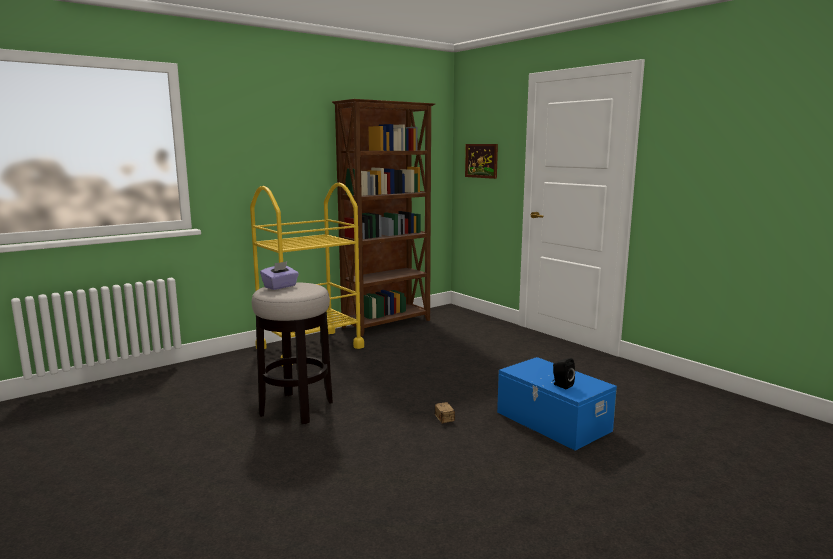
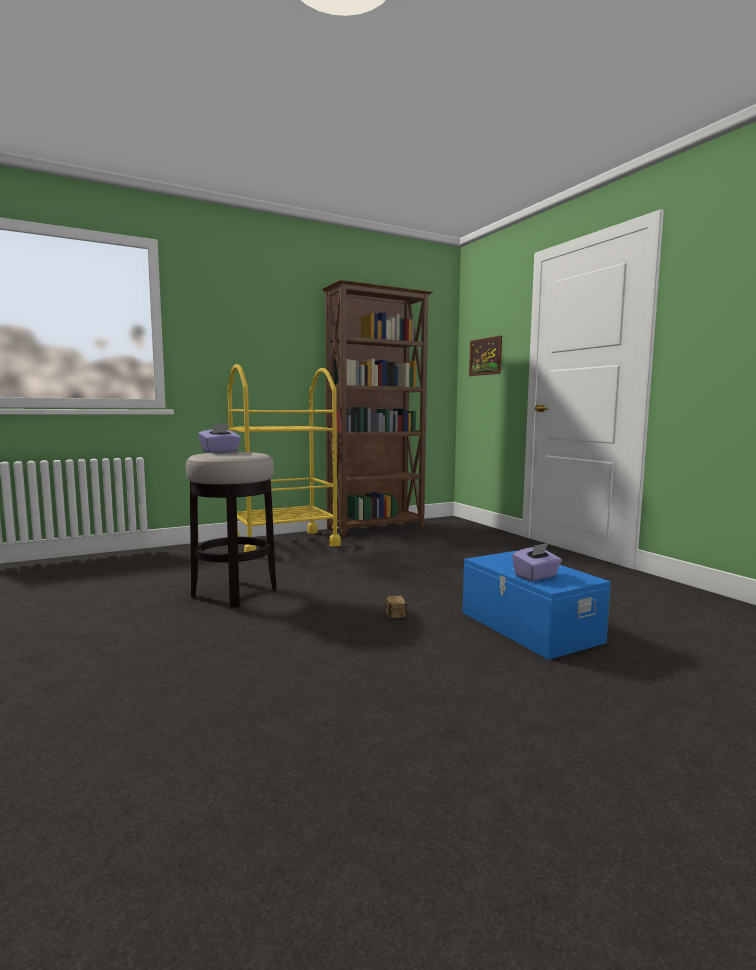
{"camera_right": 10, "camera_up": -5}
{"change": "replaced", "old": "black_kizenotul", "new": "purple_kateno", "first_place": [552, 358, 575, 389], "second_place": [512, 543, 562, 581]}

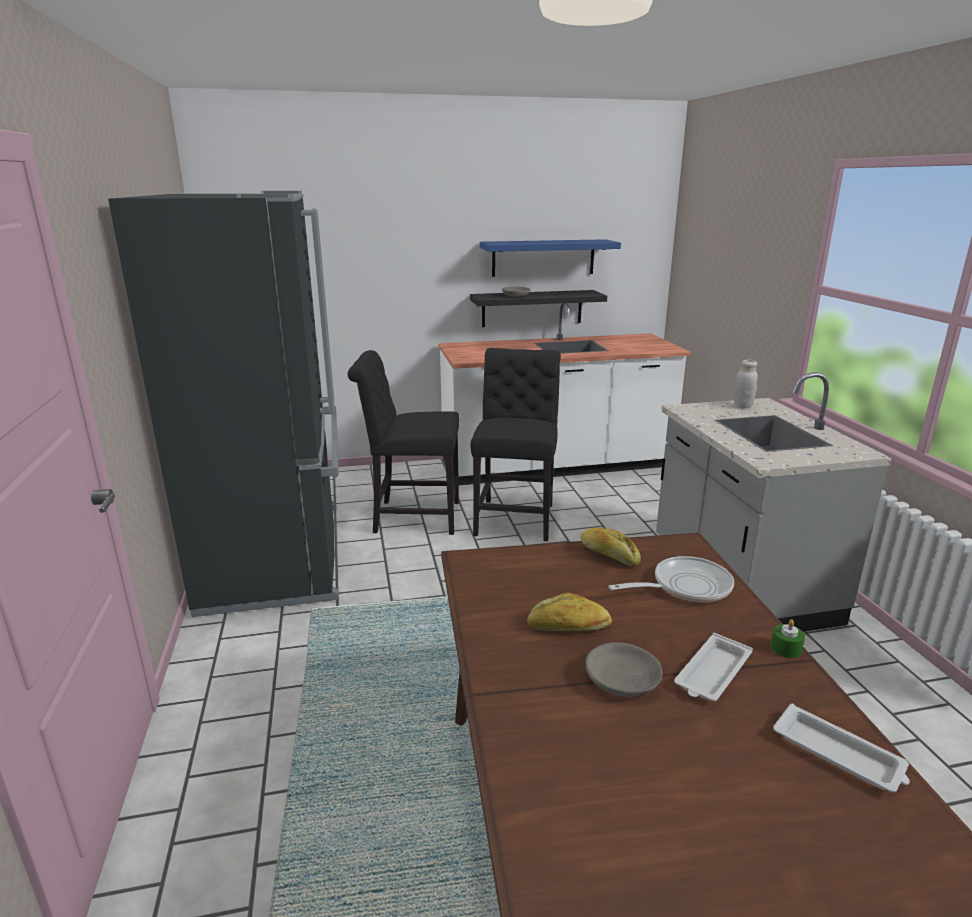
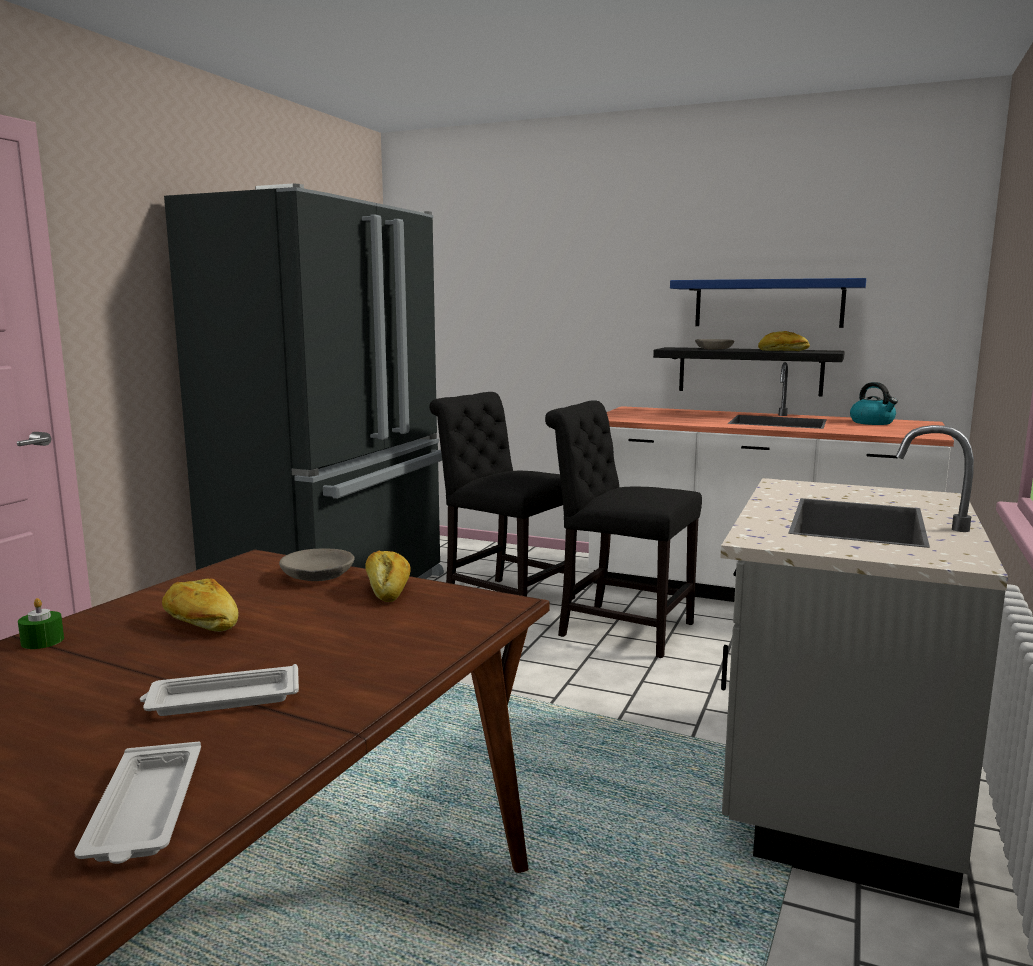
{"camera_right": 35, "camera_up": -10}
{"change": "turned", "old": "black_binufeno", "first_place": [470, 348, 561, 542], "second_place": [545, 400, 702, 658], "degrees": -105}
{"change": "removed", "old": "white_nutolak", "first_place": [733, 359, 758, 409]}
{"change": "removed", "old": "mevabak", "first_place": [608, 556, 734, 603]}
{"change": "moved", "old": "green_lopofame", "first_place": [771, 619, 805, 658], "second_place": [18, 598, 64, 649]}
{"change": "moved", "old": "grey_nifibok", "first_place": [585, 642, 663, 697], "second_place": [279, 549, 354, 581]}
{"change": "added", "new": "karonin", "second_place": [758, 331, 810, 351]}
{"change": "added", "new": "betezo", "second_place": [850, 382, 898, 425]}

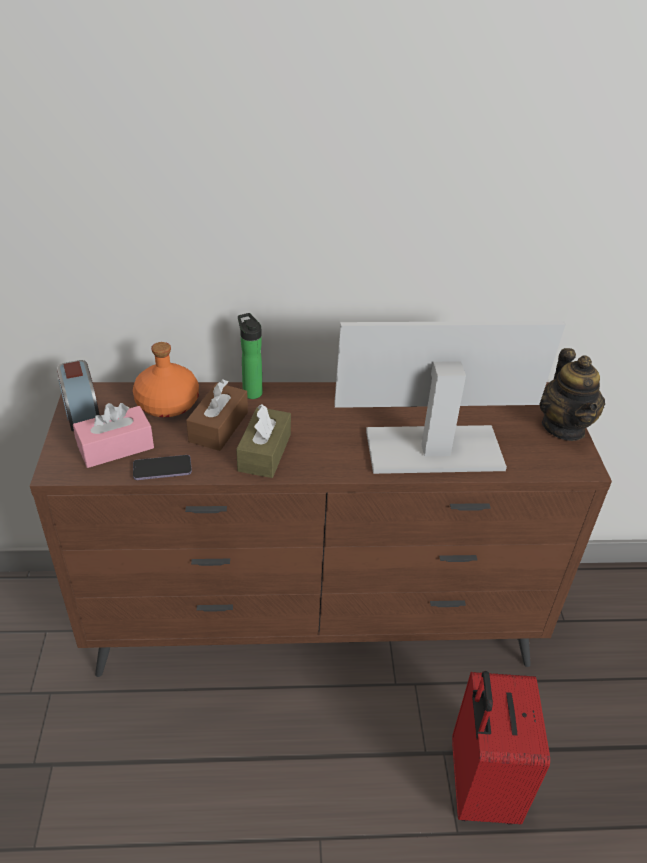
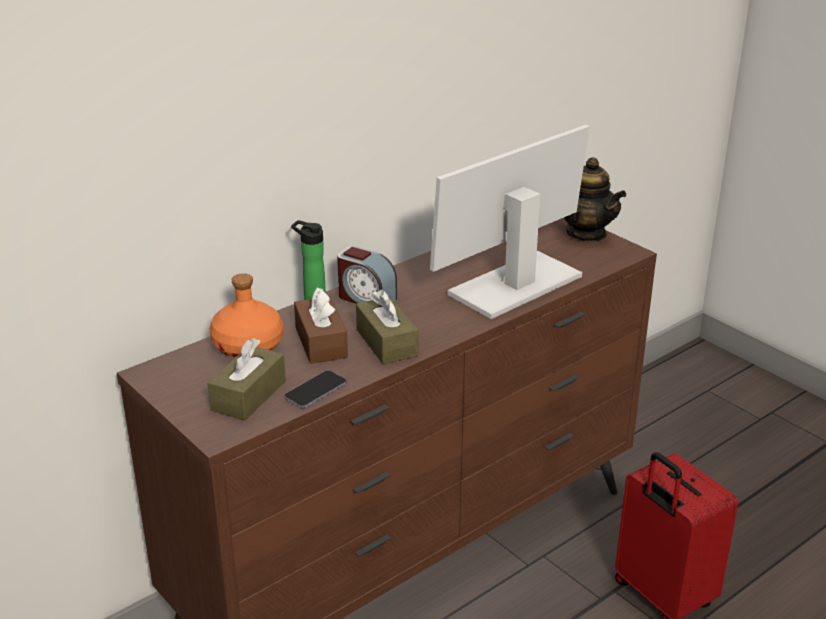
{"camera_right": -35, "camera_up": -10}
{"change": "moved", "old": "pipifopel", "first_place": [57, 360, 100, 431], "second_place": [337, 246, 397, 304]}
{"change": "recoloured", "old": "pink_kateno", "new": "brown_kateno", "first_place": [73, 403, 154, 468], "second_place": [208, 338, 286, 421]}

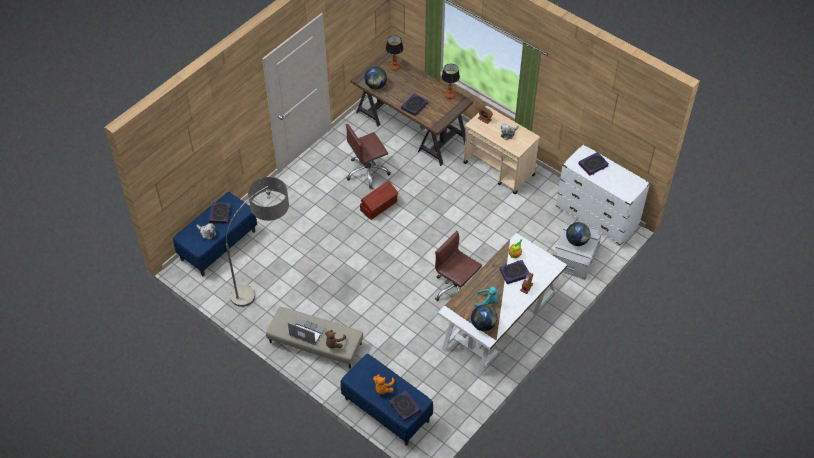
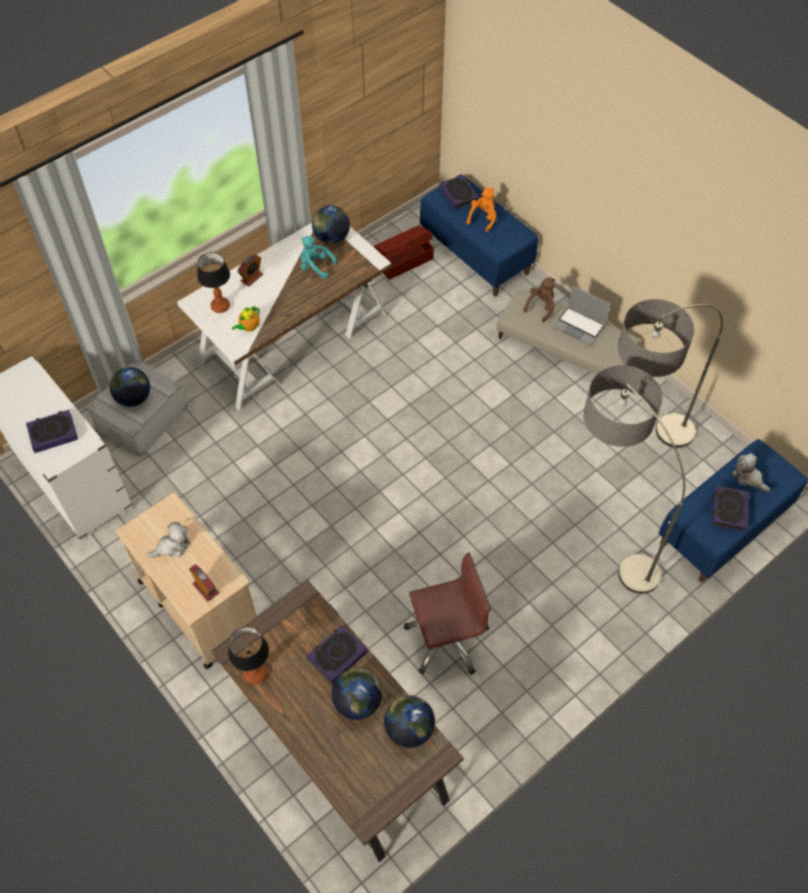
{"camera_right": -170, "camera_up": 5}
{"change": "moved", "old": "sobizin", "first_place": [386, 35, 403, 71], "second_place": [197, 252, 230, 313]}
{"change": "moved", "old": "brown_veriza", "first_place": [360, 180, 398, 220], "second_place": [374, 225, 434, 280]}
{"change": "removed", "old": "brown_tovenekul", "first_place": [435, 231, 482, 301]}
{"change": "removed", "old": "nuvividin", "first_place": [499, 260, 529, 284]}
{"change": "added", "new": "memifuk", "second_place": [584, 365, 685, 594]}
{"change": "added", "new": "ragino", "second_place": [332, 668, 382, 720]}

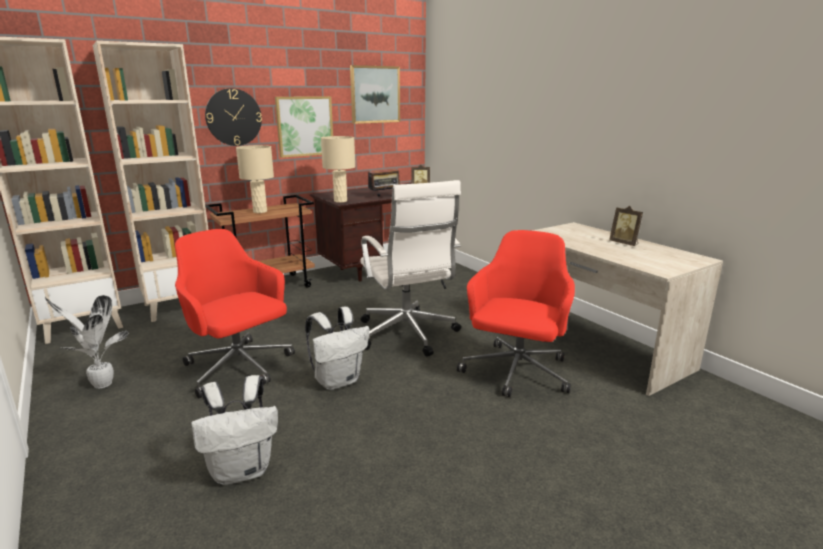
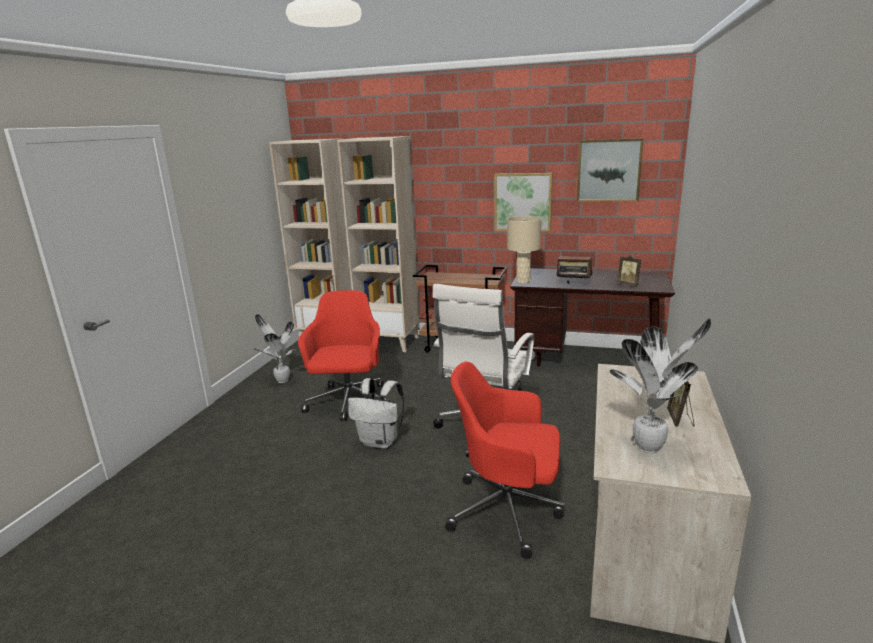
{"camera_right": 50, "camera_up": 0}
{"change": "removed", "old": "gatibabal", "first_place": [205, 88, 262, 146]}
{"change": "removed", "old": "beige_sobizin", "first_place": [236, 145, 274, 213]}
{"change": "turned", "old": "red_tovenekul", "first_place": [457, 230, 575, 397], "second_place": [445, 362, 565, 559], "degrees": -150}
{"change": "removed", "old": "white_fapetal", "first_place": [191, 375, 278, 485]}
{"change": "added", "new": "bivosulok", "second_place": [610, 319, 711, 453]}

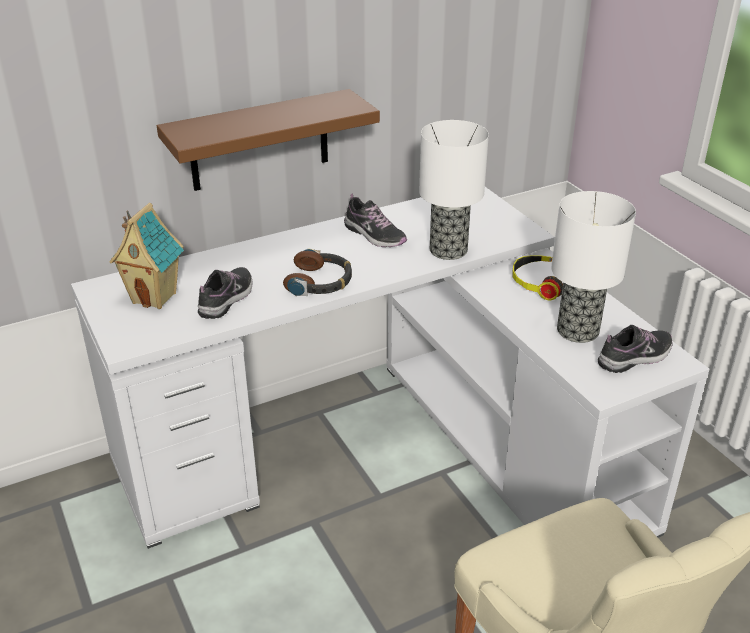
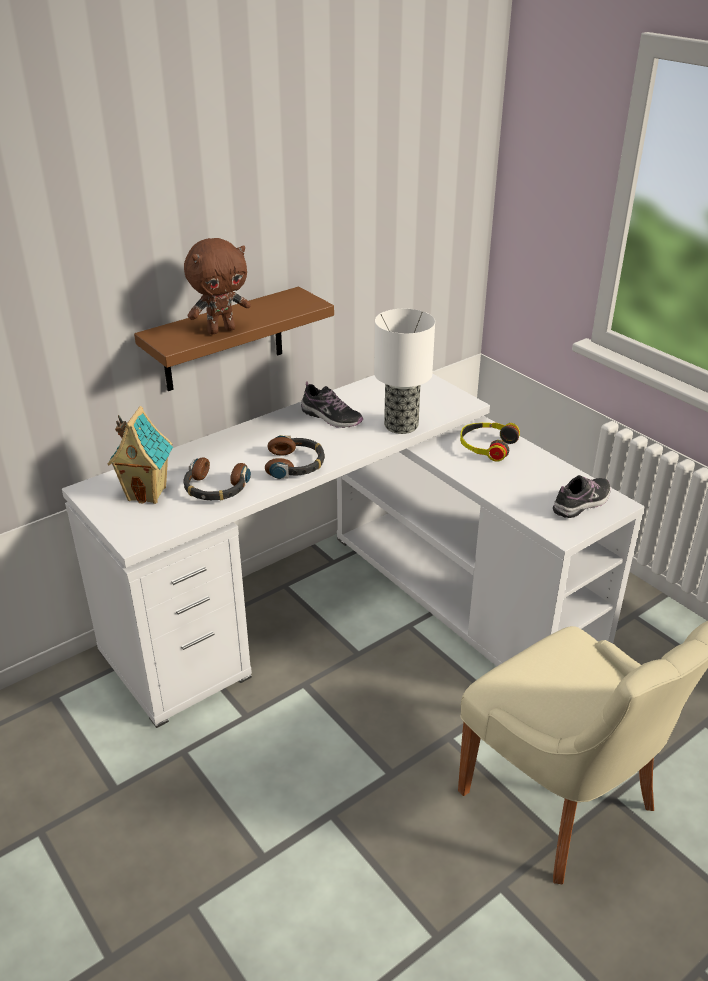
{"camera_right": -10, "camera_up": 0}
{"change": "removed", "old": "sobizin", "first_place": [551, 191, 636, 343]}
{"change": "replaced", "old": "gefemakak", "new": "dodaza", "first_place": [198, 267, 252, 319], "second_place": [183, 458, 251, 501]}
{"change": "added", "new": "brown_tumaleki", "second_place": [184, 238, 251, 334]}

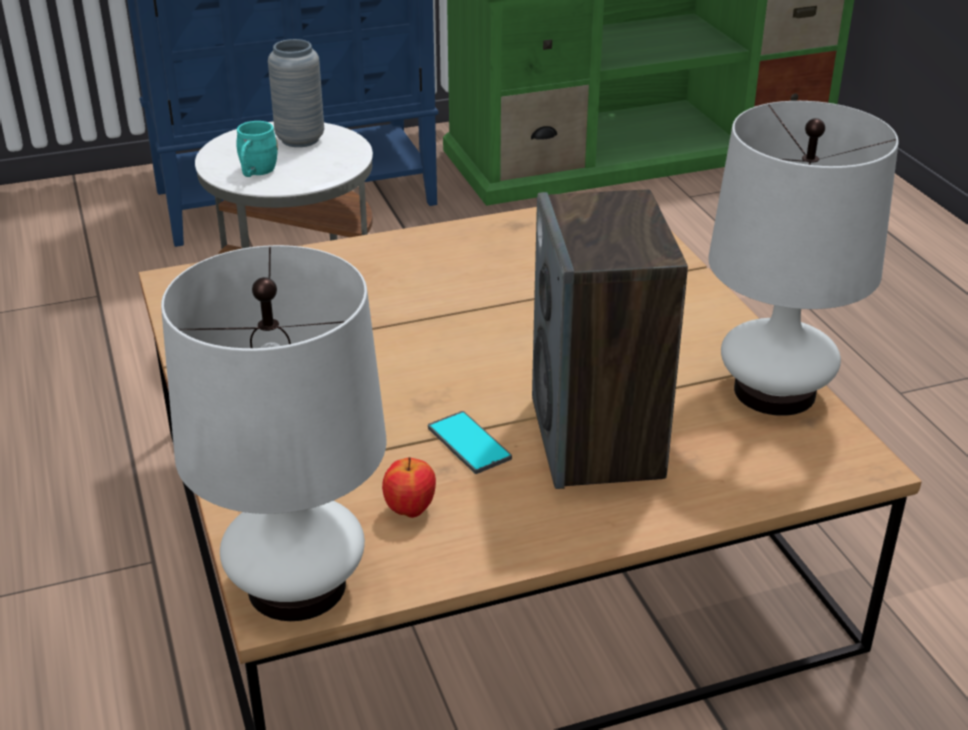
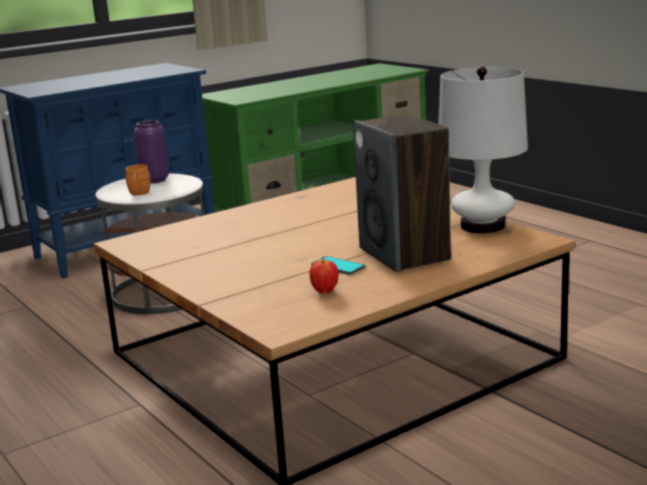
{"camera_right": -15, "camera_up": -15}
{"change": "recoloured", "old": "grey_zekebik", "new": "purple_zekebik", "first_place": [268, 39, 324, 147], "second_place": [134, 120, 169, 183]}
{"change": "recoloured", "old": "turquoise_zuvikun", "new": "orange_zuvikun", "first_place": [236, 121, 278, 177], "second_place": [126, 165, 150, 195]}
{"change": "removed", "old": "white_sobizin", "first_place": [161, 245, 387, 621]}

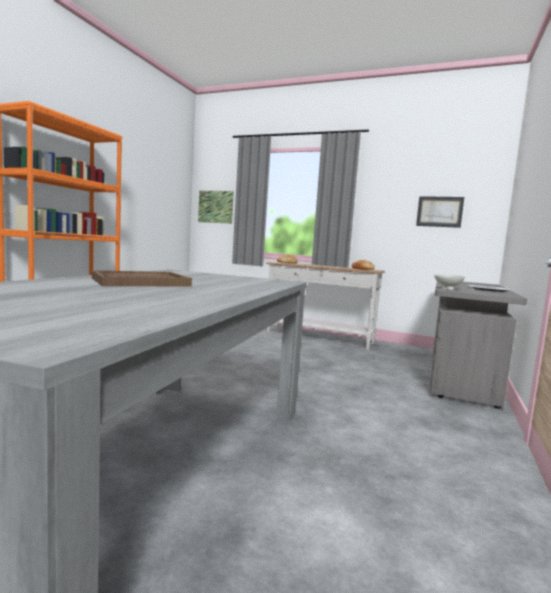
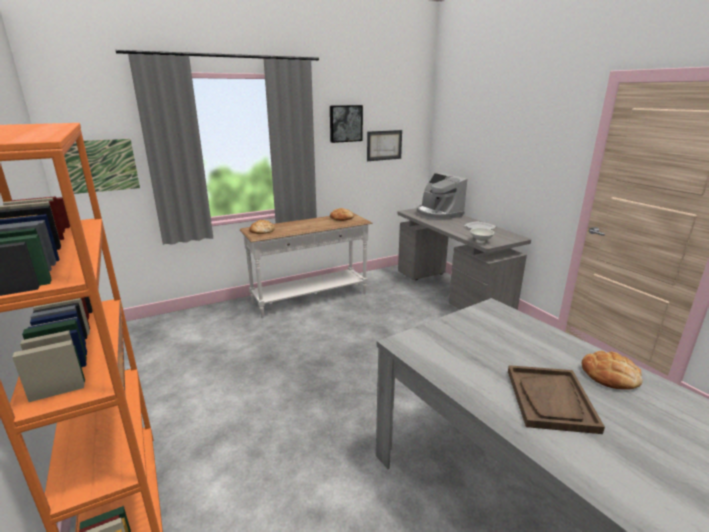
{"camera_right": -50, "camera_up": 15}
{"change": "added", "new": "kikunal", "second_place": [330, 105, 363, 143]}
{"change": "added", "new": "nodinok", "second_place": [417, 173, 467, 220]}
{"change": "added", "new": "karonin", "second_place": [582, 351, 643, 390]}

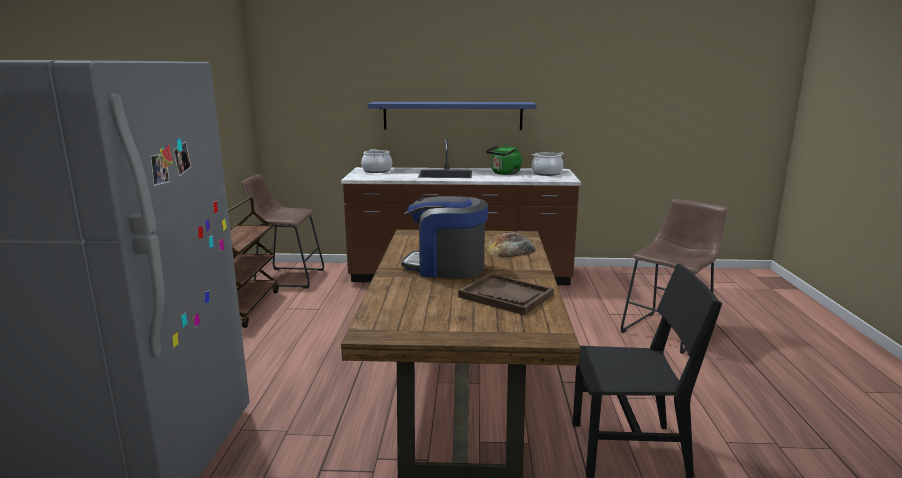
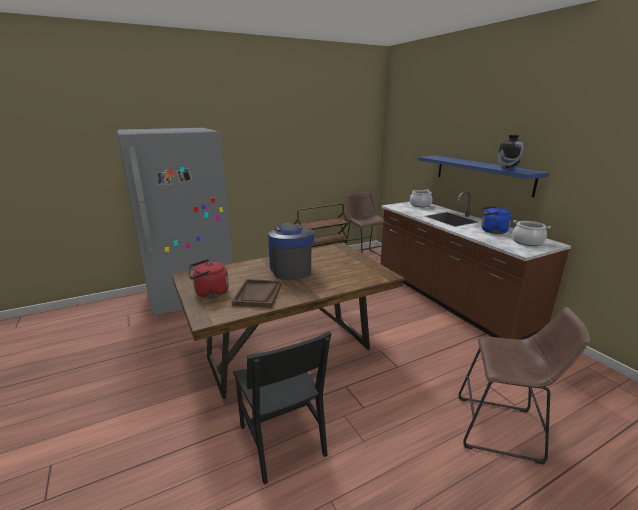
{"camera_right": 60, "camera_up": 5}
{"change": "recoloured", "old": "green_betezo", "new": "blue_betezo", "first_place": [486, 145, 523, 175], "second_place": [481, 206, 511, 234]}
{"change": "removed", "old": "karonin", "first_place": [485, 232, 536, 257]}
{"change": "added", "new": "zekebik", "second_place": [498, 135, 525, 170]}
{"change": "added", "new": "red_betezo", "second_place": [189, 259, 229, 298]}

